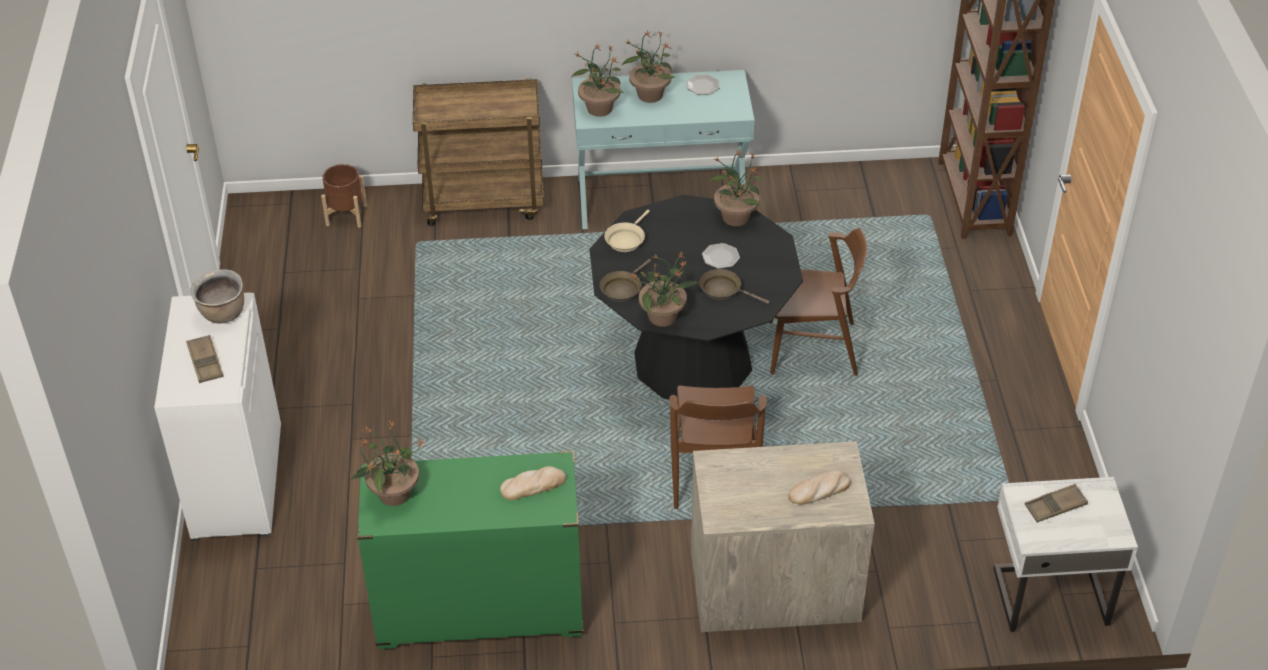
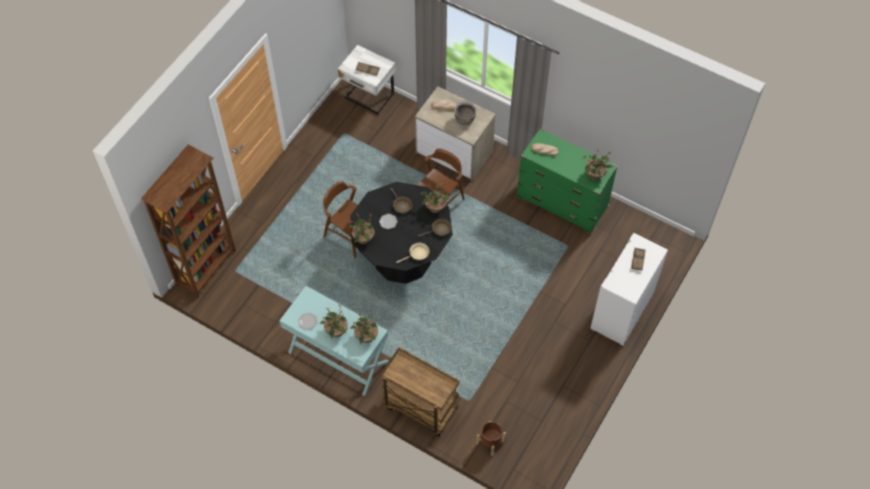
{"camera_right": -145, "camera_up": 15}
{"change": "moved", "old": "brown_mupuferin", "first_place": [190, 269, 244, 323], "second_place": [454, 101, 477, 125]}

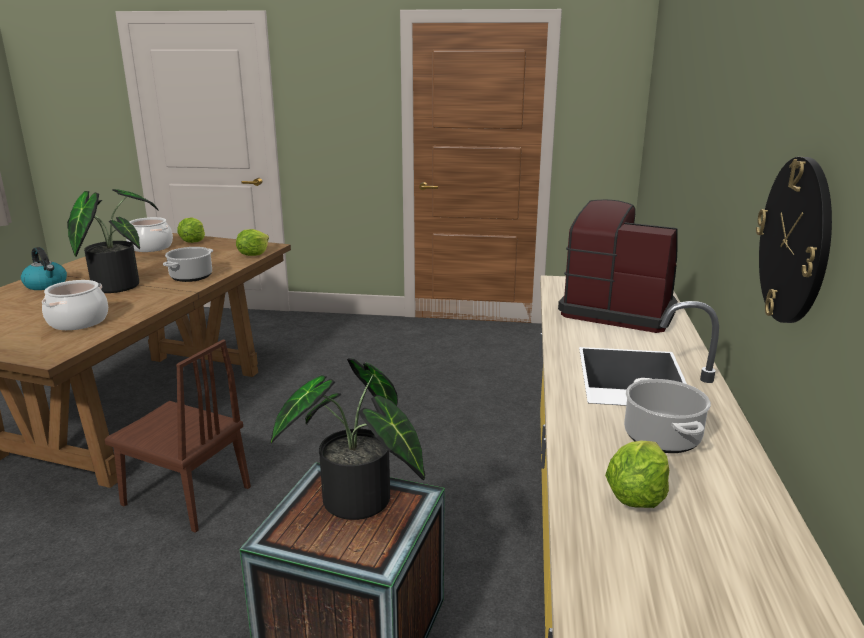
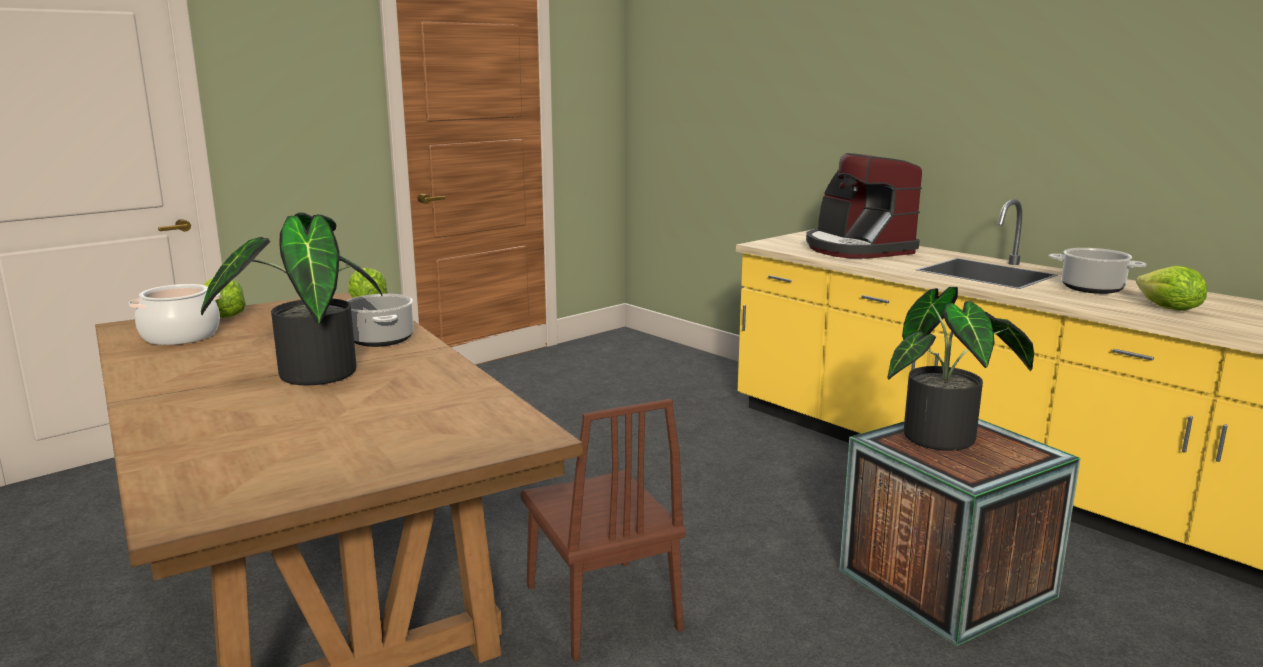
{"camera_right": -50, "camera_up": -5}
{"change": "removed", "old": "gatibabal", "first_place": [756, 157, 832, 323]}
{"change": "turned", "old": "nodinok", "first_place": [558, 199, 678, 333], "second_place": [806, 153, 922, 259], "degrees": -90}
{"change": "removed", "old": "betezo", "first_place": [21, 247, 67, 290]}
{"change": "removed", "old": "mupuferin", "first_place": [42, 280, 108, 330]}
{"change": "turned", "old": "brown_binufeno", "first_place": [105, 340, 251, 533], "second_place": [520, 399, 686, 661], "degrees": 90}

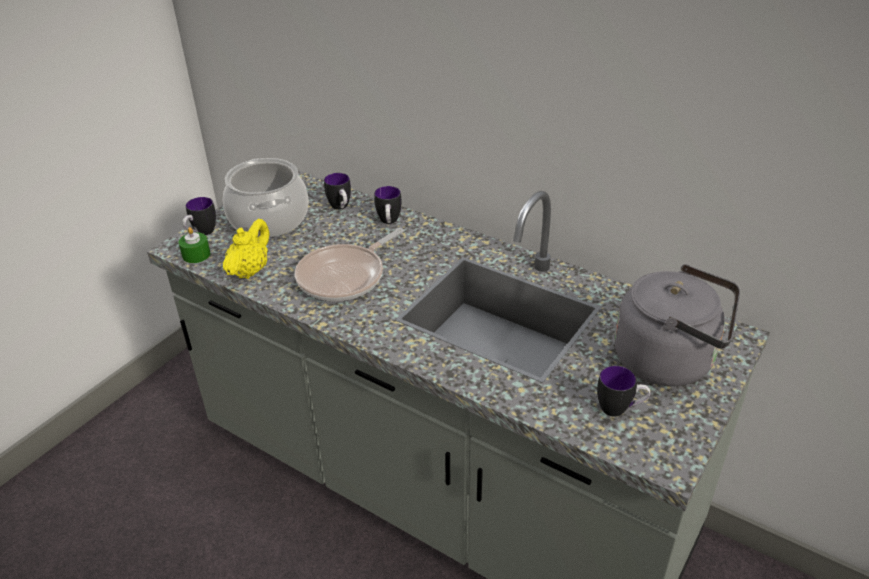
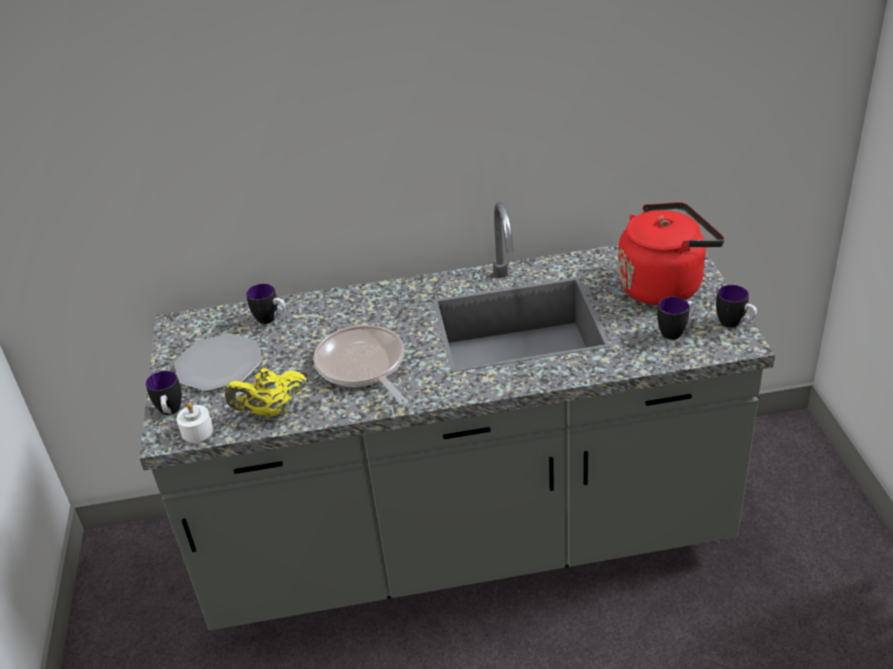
{"camera_right": -40, "camera_up": 0}
{"change": "replaced", "old": "mupuferin", "new": "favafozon", "first_place": [223, 158, 309, 237], "second_place": [174, 334, 262, 391]}
{"change": "moved", "old": "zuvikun", "first_place": [374, 186, 402, 224], "second_place": [716, 285, 757, 328]}
{"change": "turned", "old": "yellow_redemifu", "first_place": [223, 219, 270, 279], "second_place": [225, 368, 307, 418], "degrees": -90}
{"change": "recoloured", "old": "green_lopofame", "new": "white_lopofame", "first_place": [178, 227, 210, 263], "second_place": [176, 402, 213, 442]}
{"change": "turned", "old": "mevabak", "first_place": [295, 228, 404, 301], "second_place": [313, 325, 408, 405], "degrees": 150}
{"change": "recoloured", "old": "grey_betezo", "new": "red_betezo", "first_place": [615, 264, 740, 386], "second_place": [618, 202, 725, 305]}

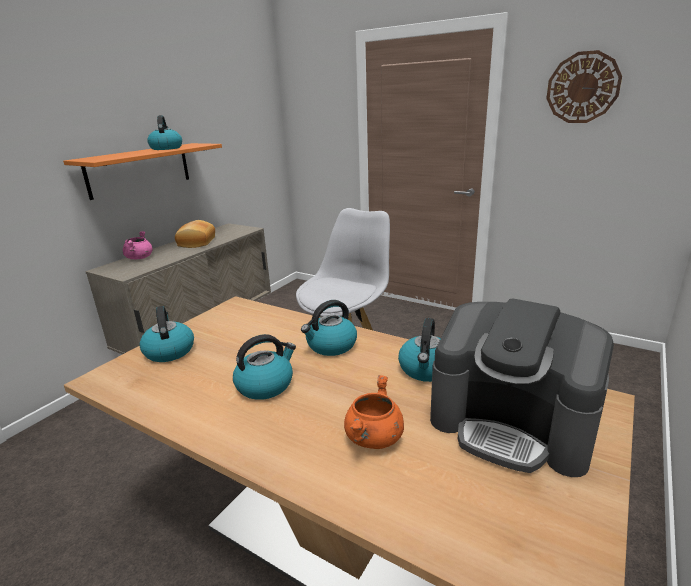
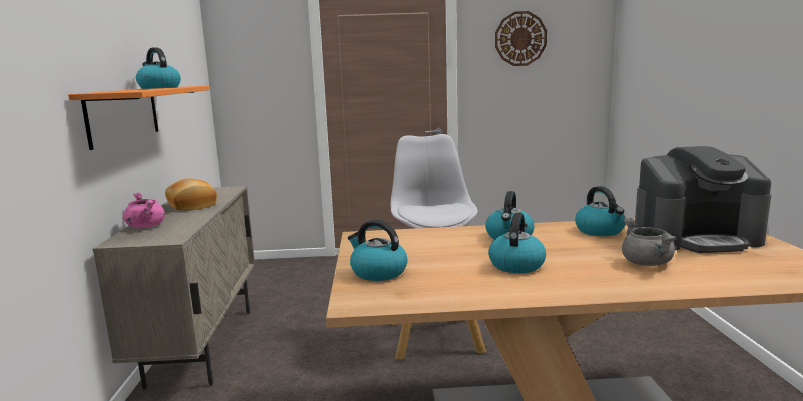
{"camera_right": -35, "camera_up": -10}
{"change": "recoloured", "old": "orange_mupuferin", "new": "grey_mupuferin", "first_place": [344, 375, 404, 449], "second_place": [622, 217, 676, 266]}

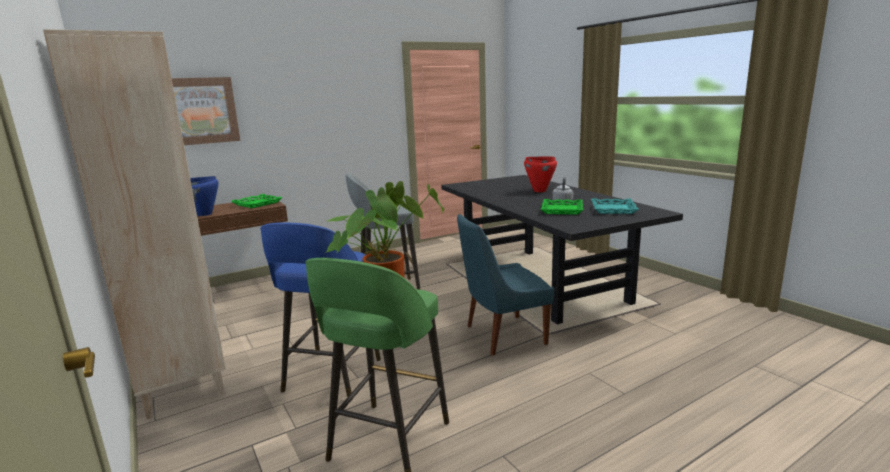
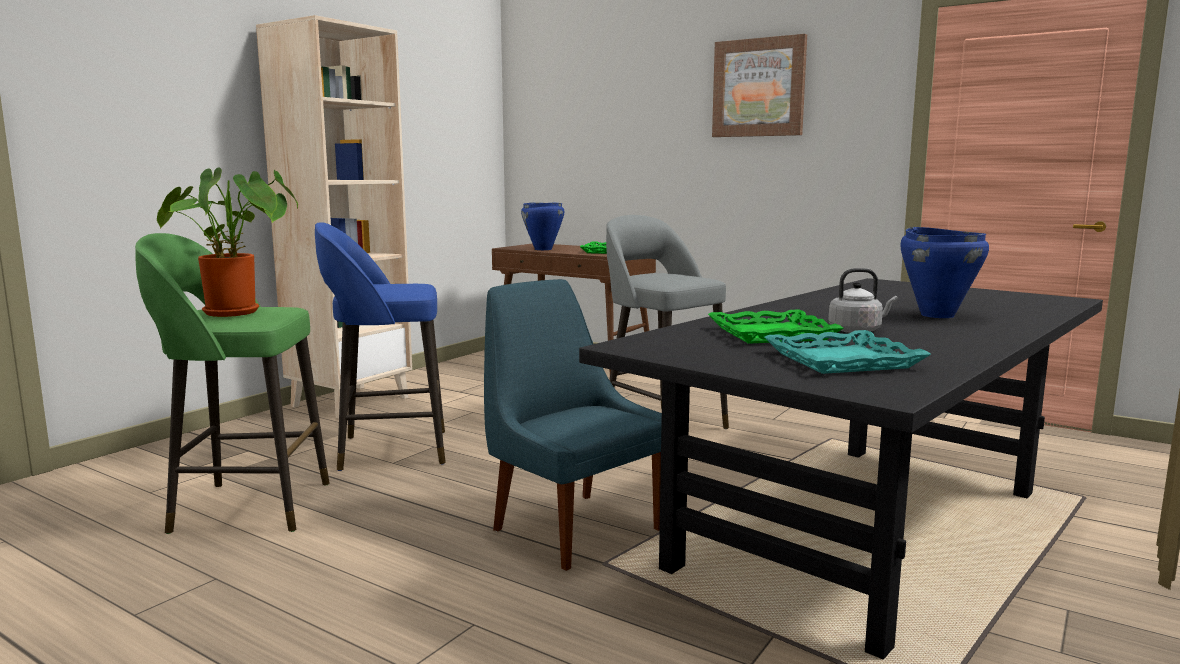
{"camera_right": 65, "camera_up": -5}
{"change": "moved", "old": "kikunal", "first_place": [171, 77, 240, 145], "second_place": [712, 34, 807, 137]}
{"change": "recoloured", "old": "red_mupuferin", "new": "blue_mupuferin", "first_place": [524, 156, 557, 192], "second_place": [900, 227, 989, 318]}

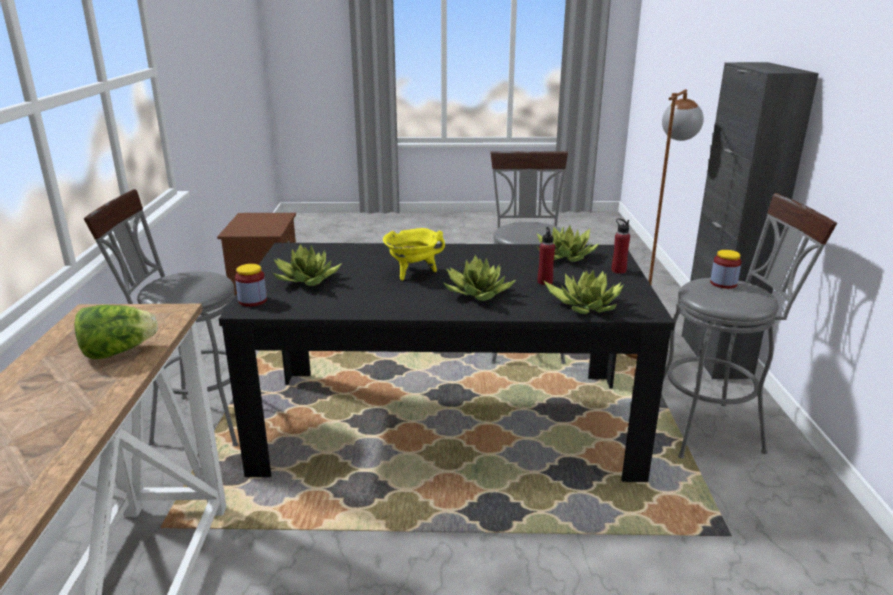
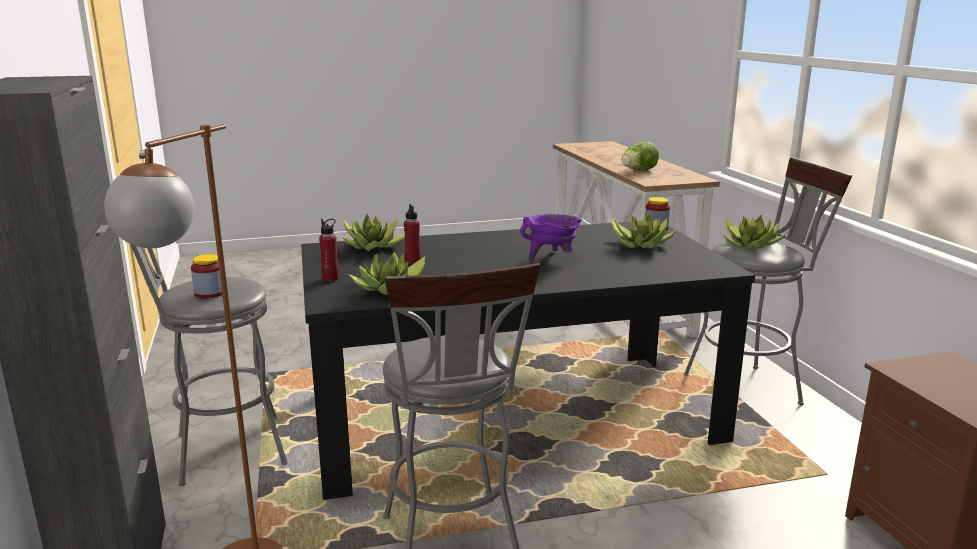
{"camera_right": 165, "camera_up": -5}
{"change": "recoloured", "old": "yellow_mupuferin", "new": "purple_mupuferin", "first_place": [383, 228, 445, 281], "second_place": [520, 214, 582, 261]}
{"change": "moved", "old": "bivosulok", "first_place": [444, 255, 516, 301], "second_place": [723, 215, 787, 249]}

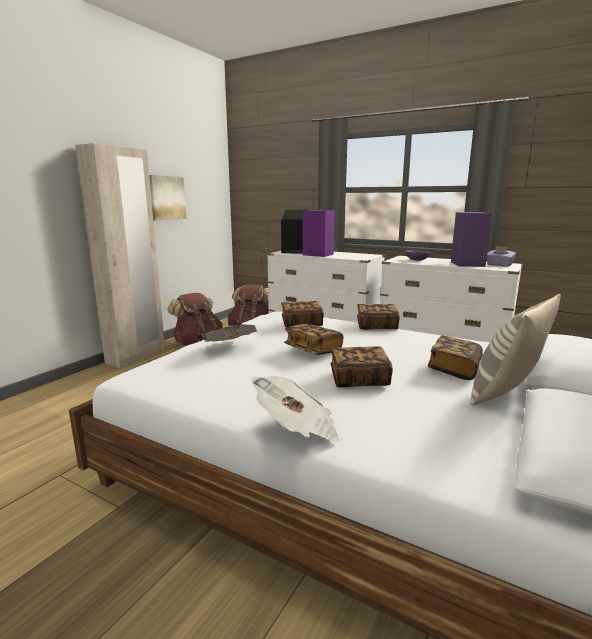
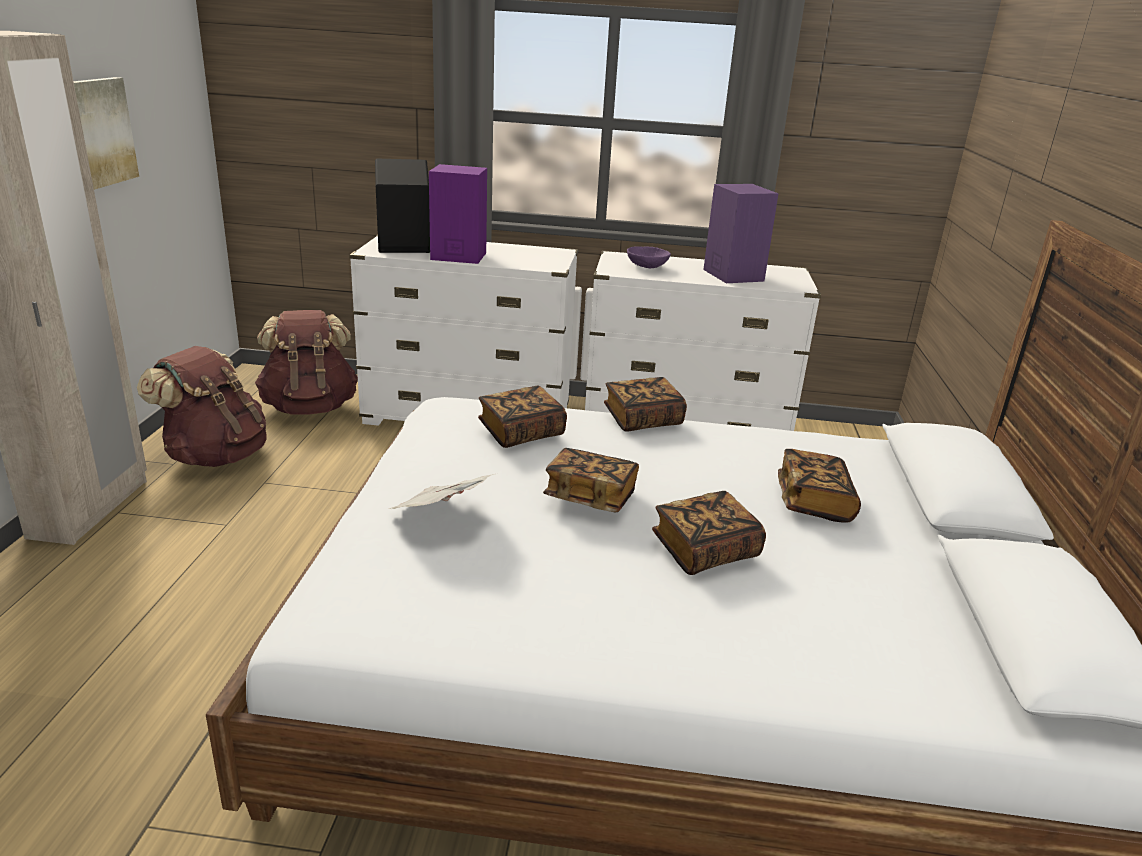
{"camera_right": -25, "camera_up": 10}
{"change": "removed", "old": "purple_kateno", "first_place": [486, 246, 516, 267]}
{"change": "removed", "old": "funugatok", "first_place": [471, 294, 561, 406]}
{"change": "removed", "old": "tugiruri", "first_place": [251, 376, 340, 442]}

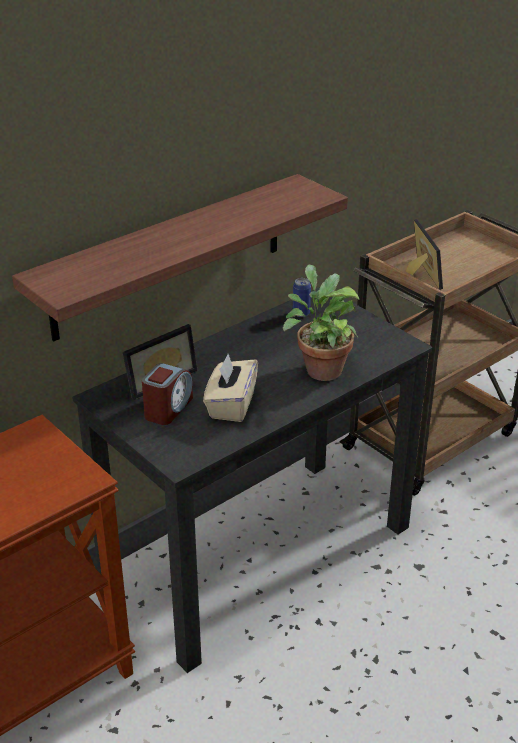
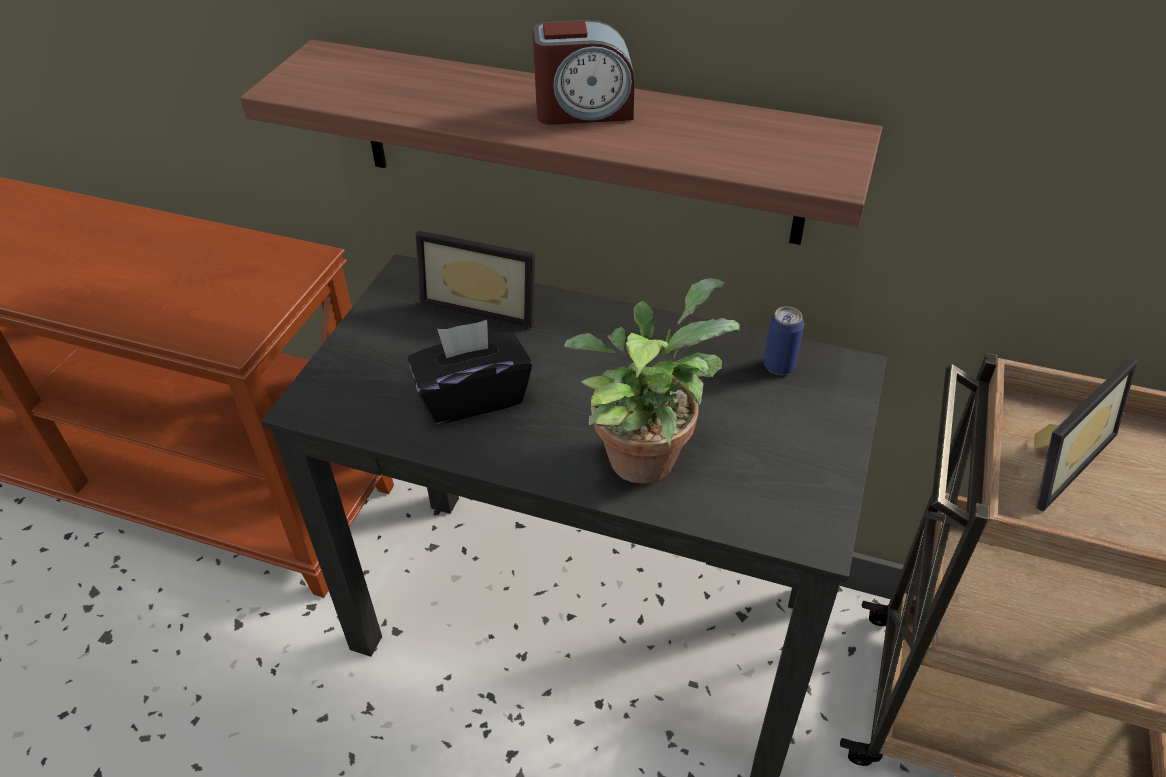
{"camera_right": 60, "camera_up": 10}
{"change": "recoloured", "old": "beige_kateno", "new": "black_kateno", "first_place": [203, 354, 258, 422], "second_place": [408, 320, 532, 424]}
{"change": "moved", "old": "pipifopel", "first_place": [142, 363, 193, 425], "second_place": [533, 20, 635, 125]}

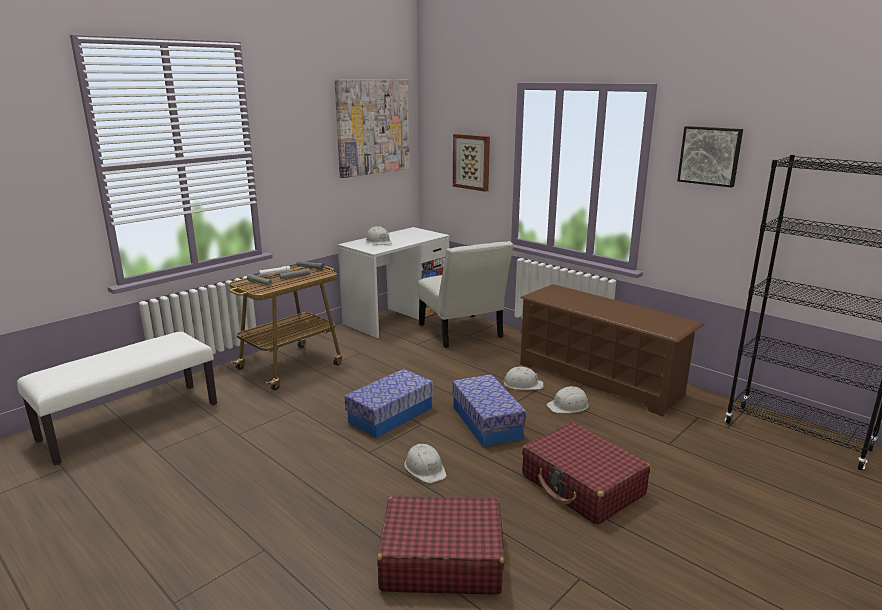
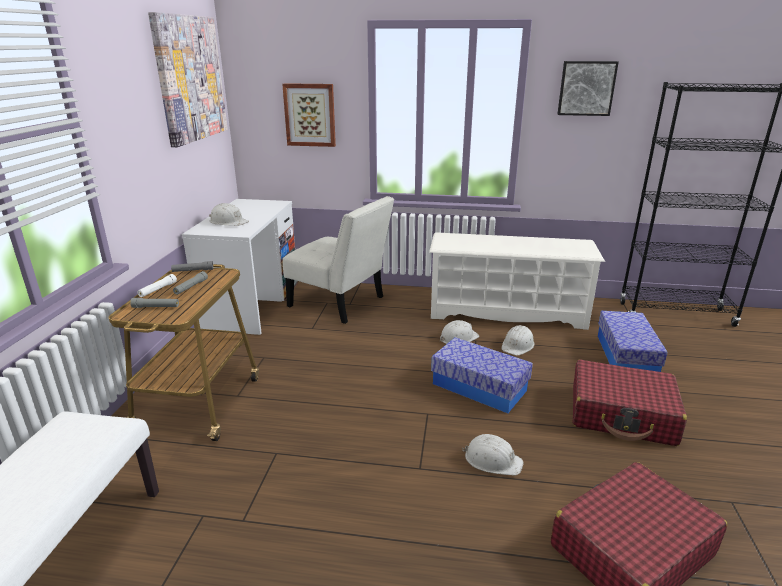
{"camera_right": -35, "camera_up": 5}
{"change": "recoloured", "old": "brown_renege", "new": "white_renege", "first_place": [520, 284, 704, 417], "second_place": [429, 232, 605, 330]}
{"change": "moved", "old": "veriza", "first_place": [344, 369, 434, 438], "second_place": [598, 311, 667, 372]}

